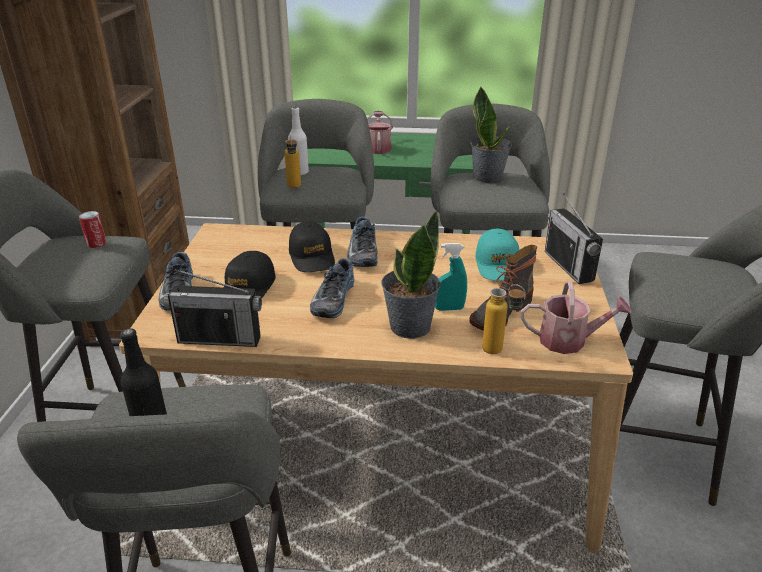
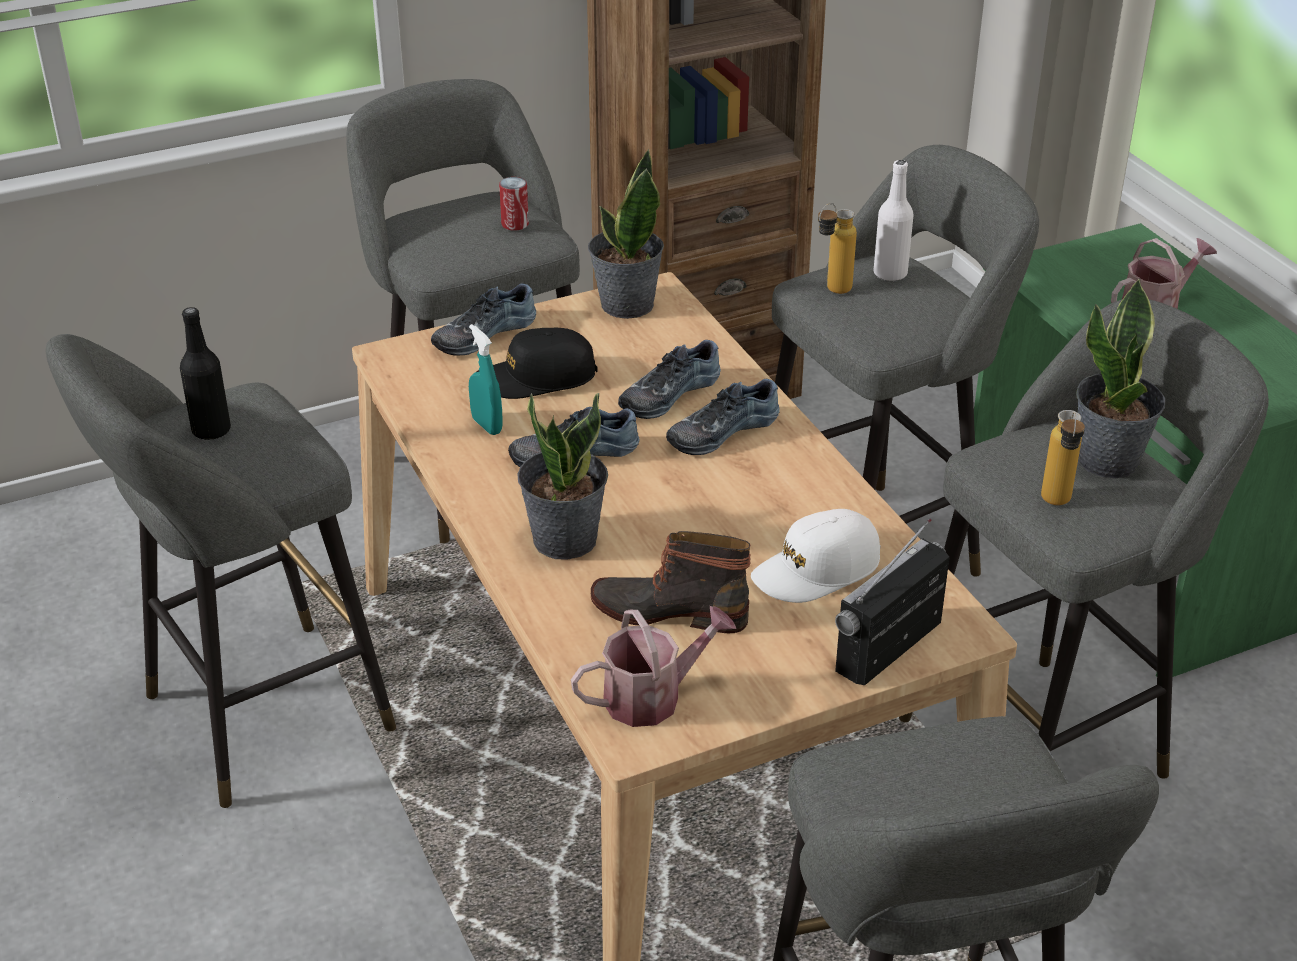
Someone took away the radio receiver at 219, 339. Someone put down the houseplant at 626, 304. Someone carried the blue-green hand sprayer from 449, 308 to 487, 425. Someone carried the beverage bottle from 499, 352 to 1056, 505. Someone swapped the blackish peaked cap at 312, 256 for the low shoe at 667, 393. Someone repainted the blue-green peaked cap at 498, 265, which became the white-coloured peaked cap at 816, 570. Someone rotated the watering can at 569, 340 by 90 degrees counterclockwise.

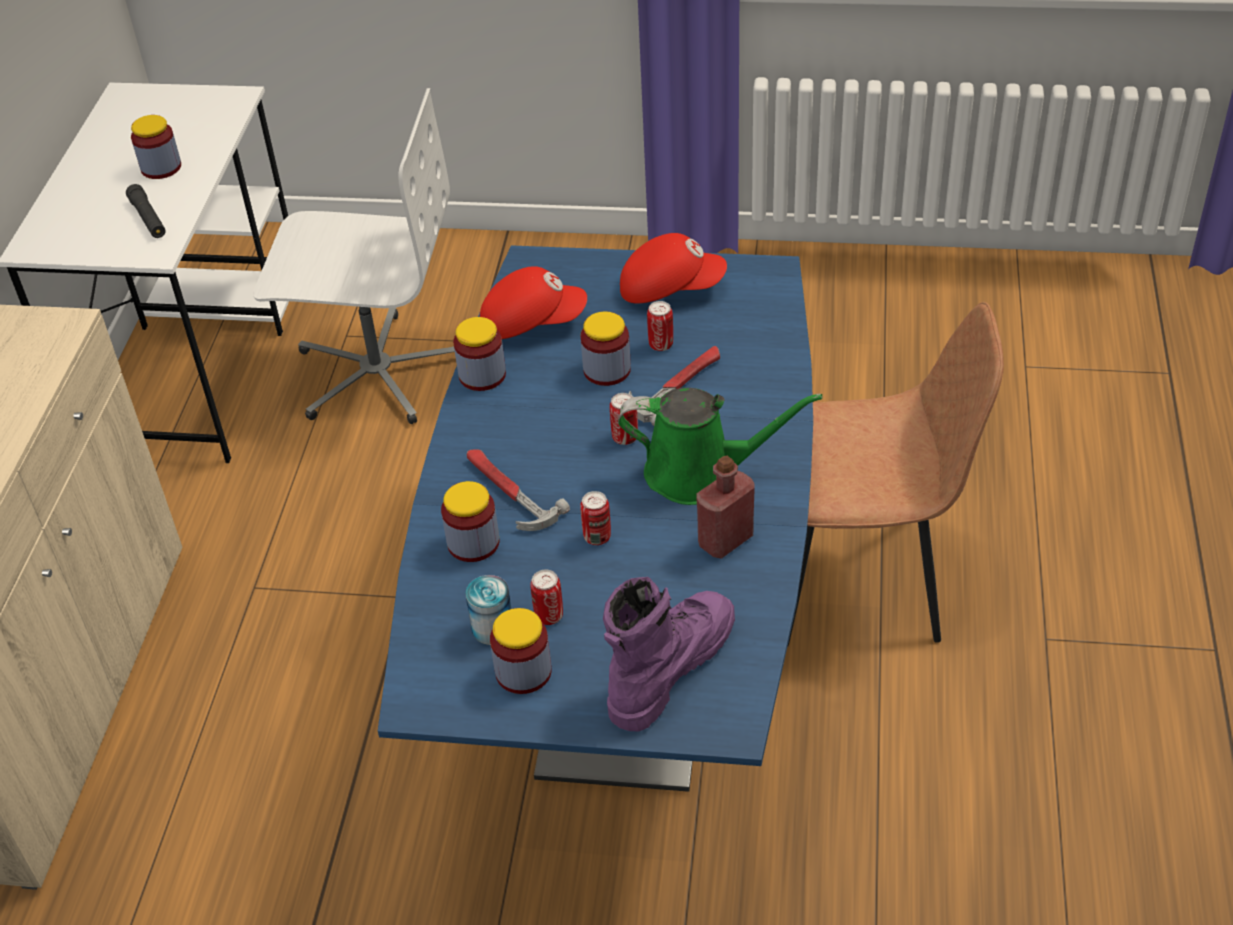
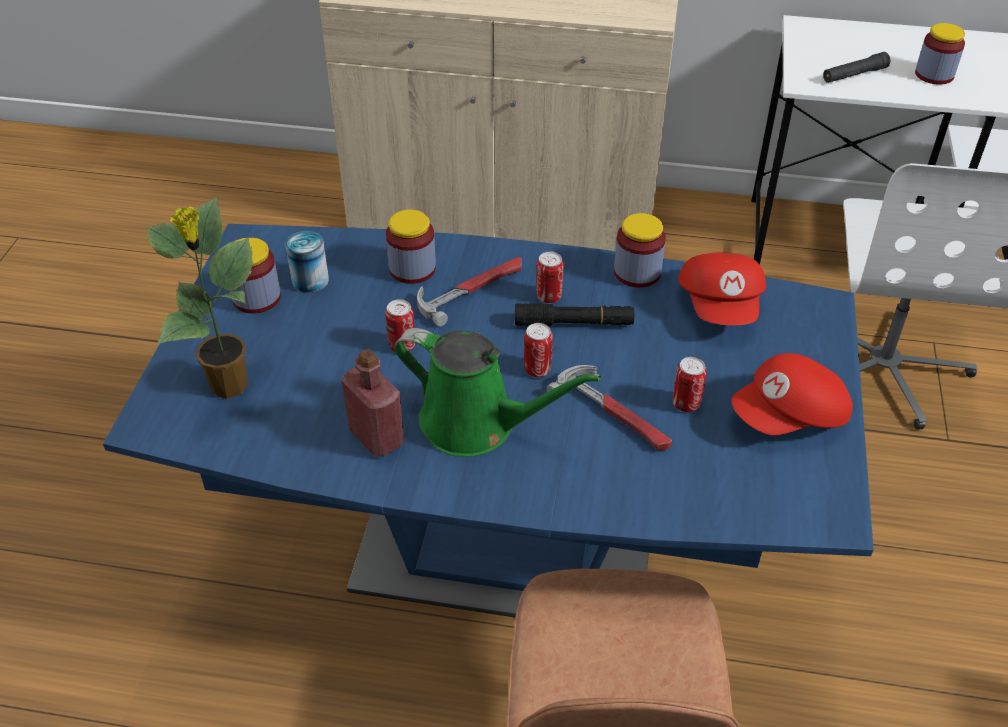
Someone took away the preserve jar at 607, 370. Someone put down the blackish flashlight at 574, 323. Someone carried the sealed can from 549, 616 to 548, 297. Someone swapped the purplish boot at 669, 666 for the houseplant at 229, 387. Someone rotated the greenish watering can at 700, 473 by 75 degrees counterclockwise. Someone rotated the reddish peaked cap at 670, 288 by 60 degrees clockwise.

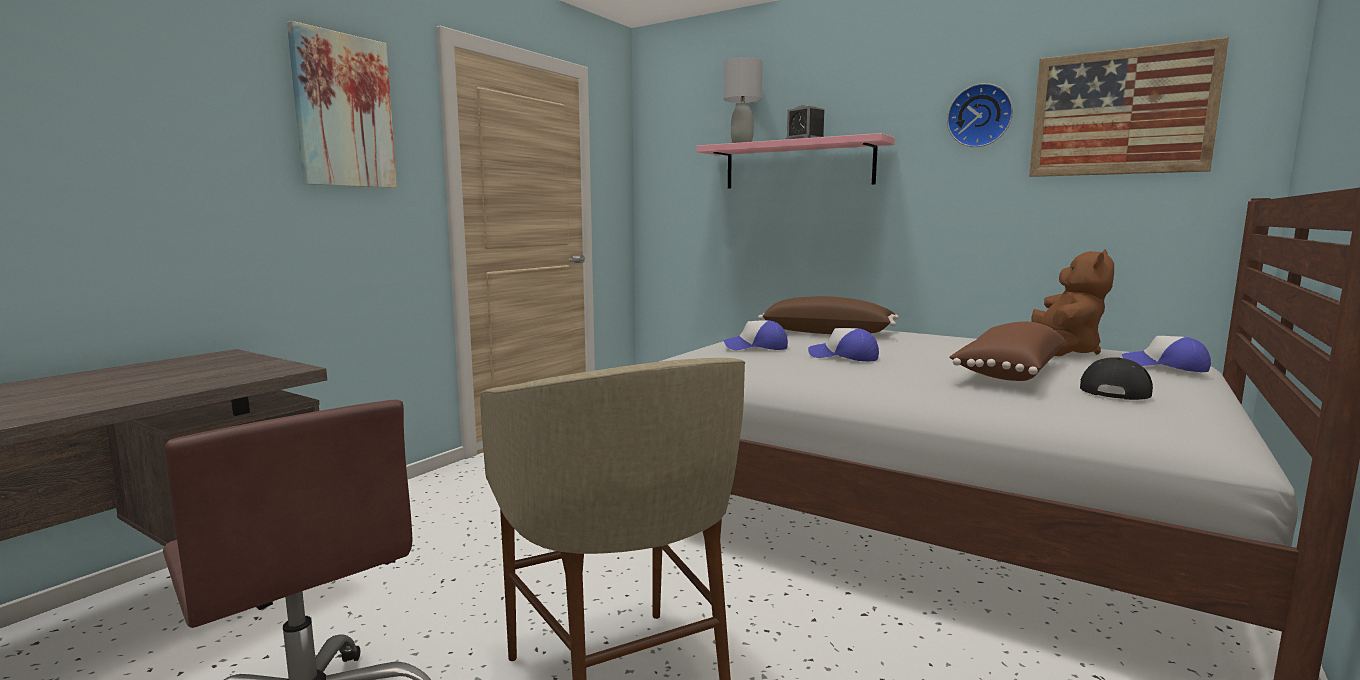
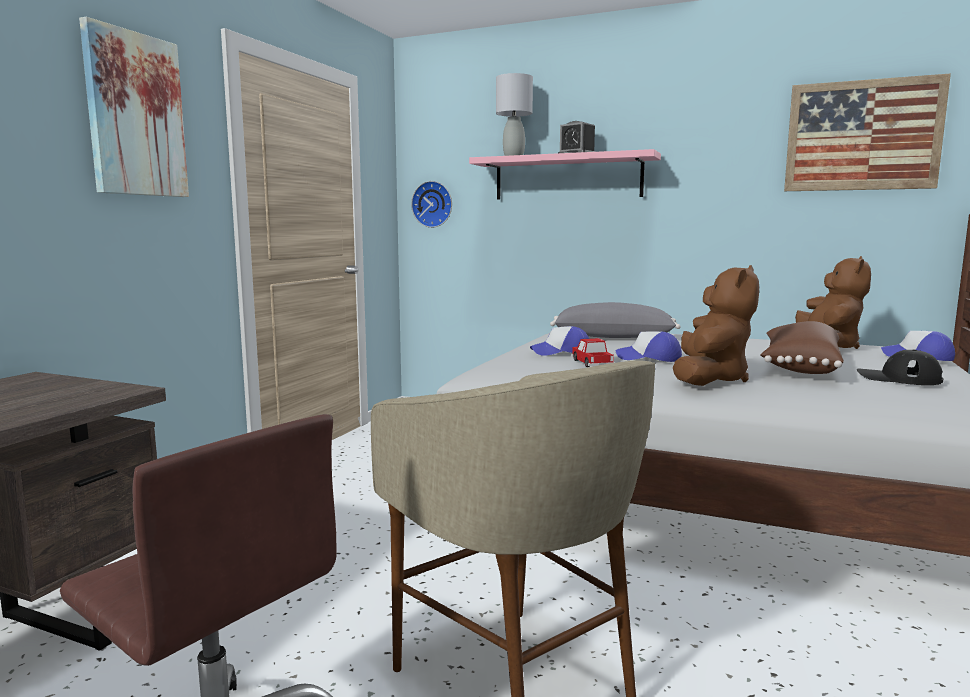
Someone put down the miniature car at 591, 363. Someone put down the brownish soft toy at 709, 379. Someone carried the wall clock from 980, 116 to 433, 204. Someone repainted the brownish throw pillow at 828, 333, which became the grey throw pillow at 613, 337. Someone rotated the blackish peaked cap at 1116, 389 by 90 degrees counterclockwise.

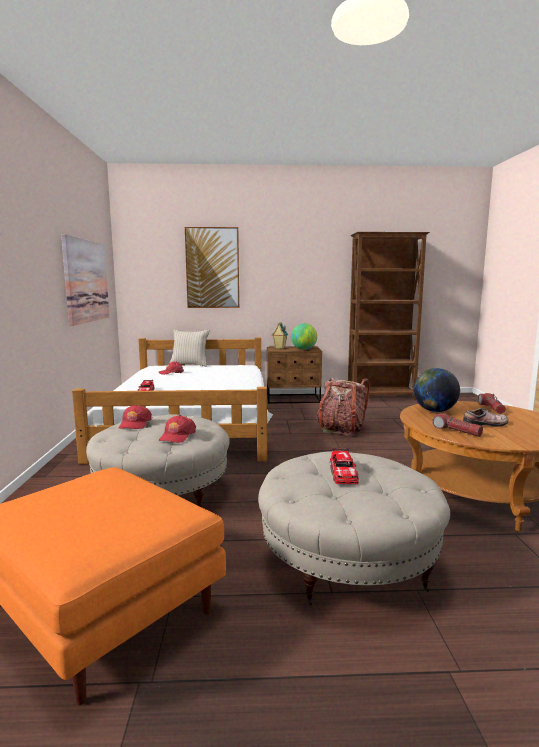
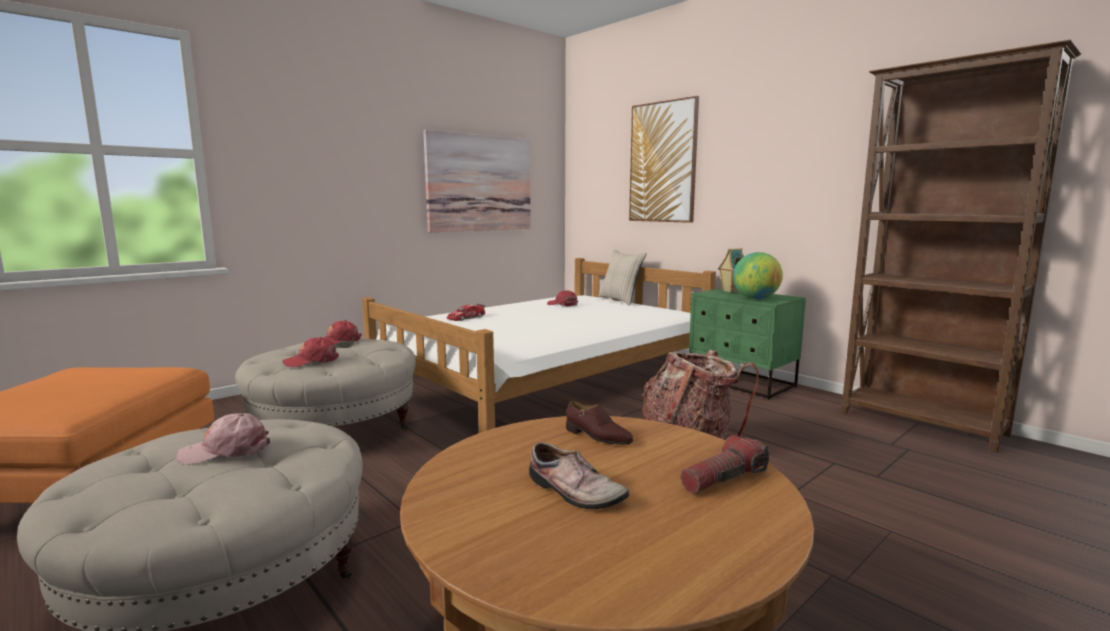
Someone took away the flashlight at 456, 431. Someone swapped the miniature car at 343, 473 for the pink peaked cap at 226, 451. Someone swapped the desk globe at 434, 411 for the brownish low shoe at 597, 436. Someone repainted the brownish bedside table at 293, 399, which became the greenish bedside table at 741, 383.

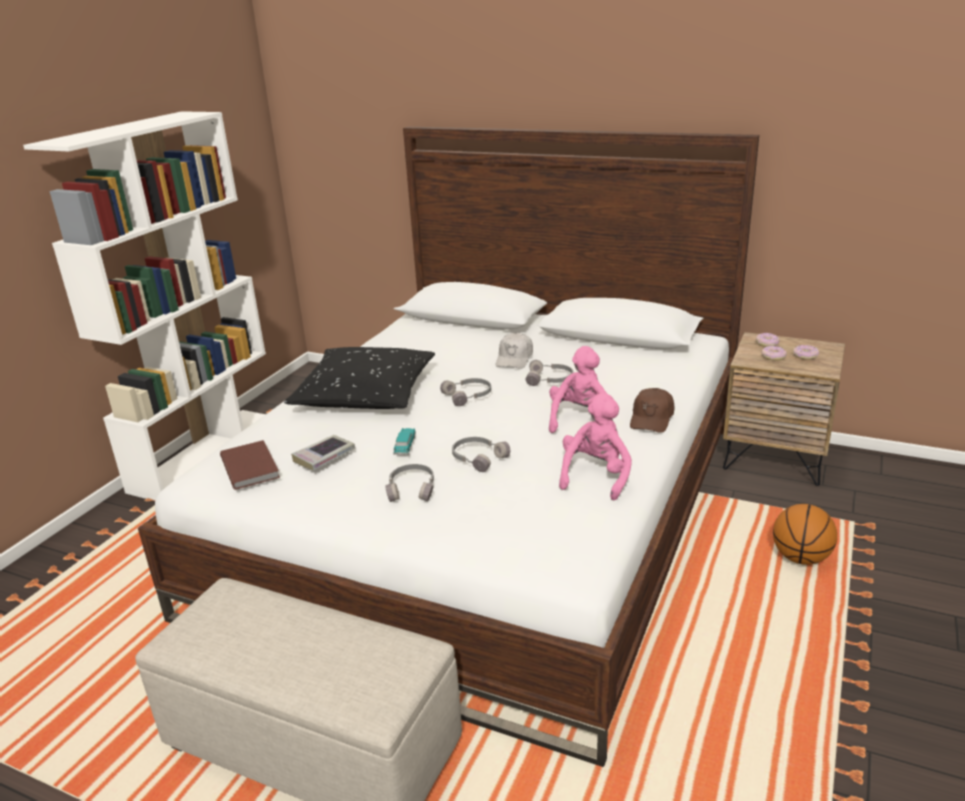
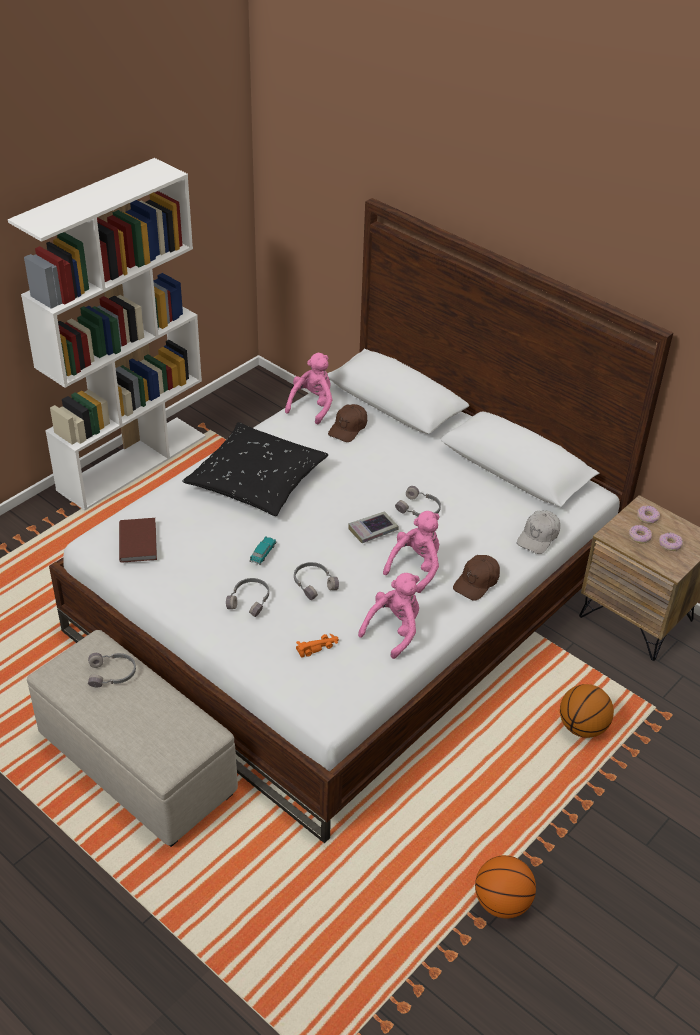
Someone put down the pink soft toy at 312, 405. Someone put down the orange-coloured miniature car at 318, 647. Someone put down the brownish peaked cap at 348, 428. Someone put down the basketball at 502, 902. Someone carried the volume from 324, 456 to 373, 530. Someone carried the grey headset from 468, 396 to 112, 674. Someone carried the white-coloured peaked cap from 514, 359 to 538, 537.

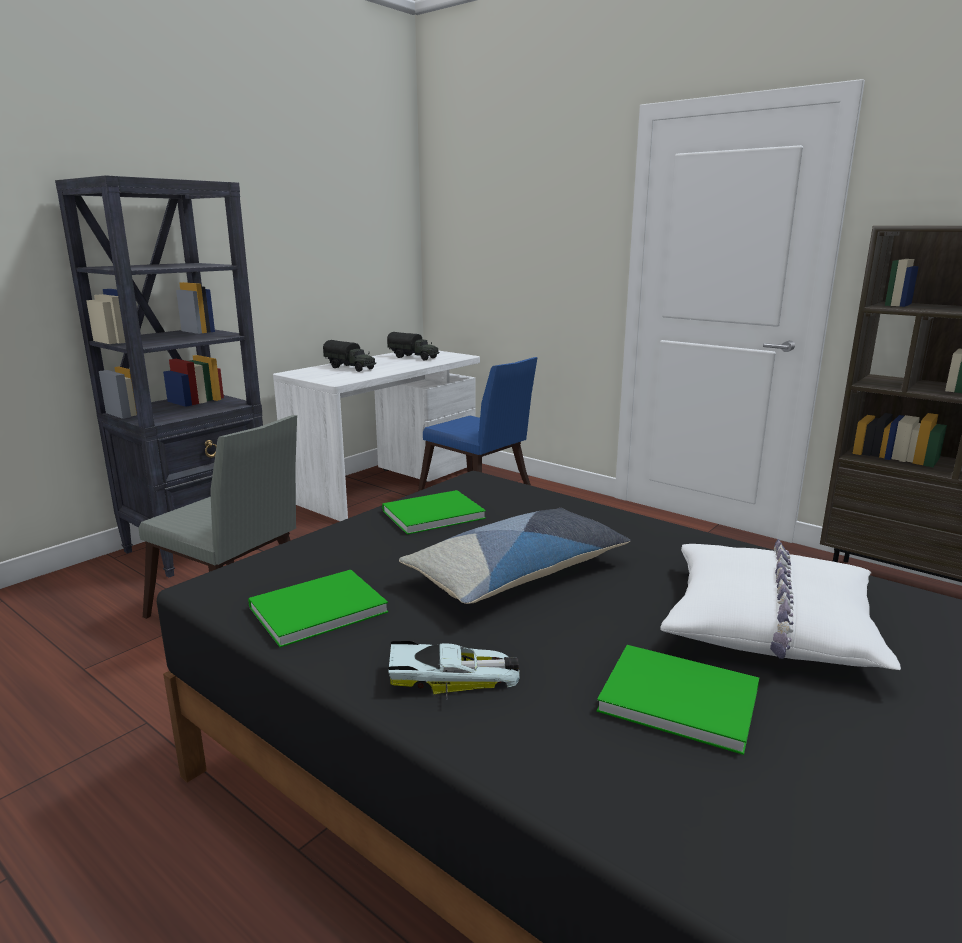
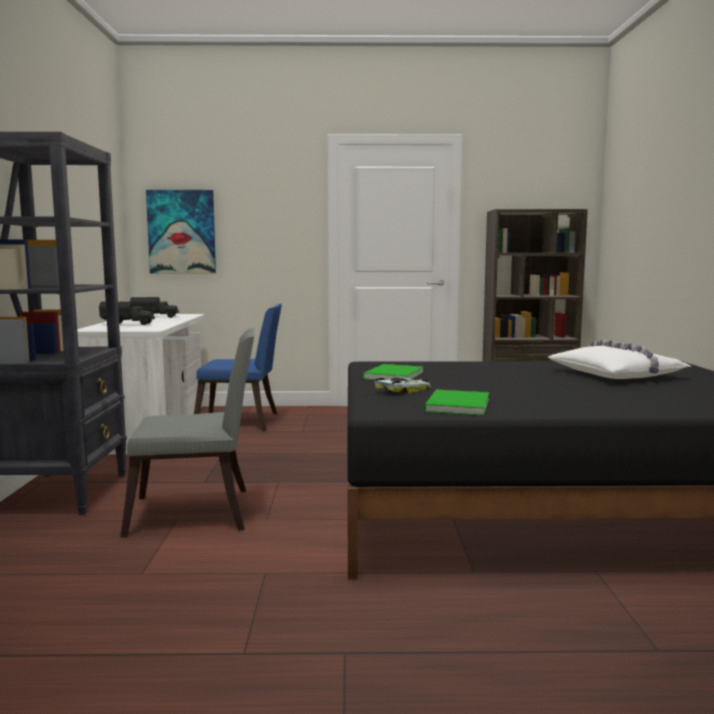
Someone took away the throw pillow at 519, 573. Someone took away the greenish volume at 675, 696. Someone put up the wall picture at 182, 232. Someone carried the miniature car from 454, 677 to 406, 390.

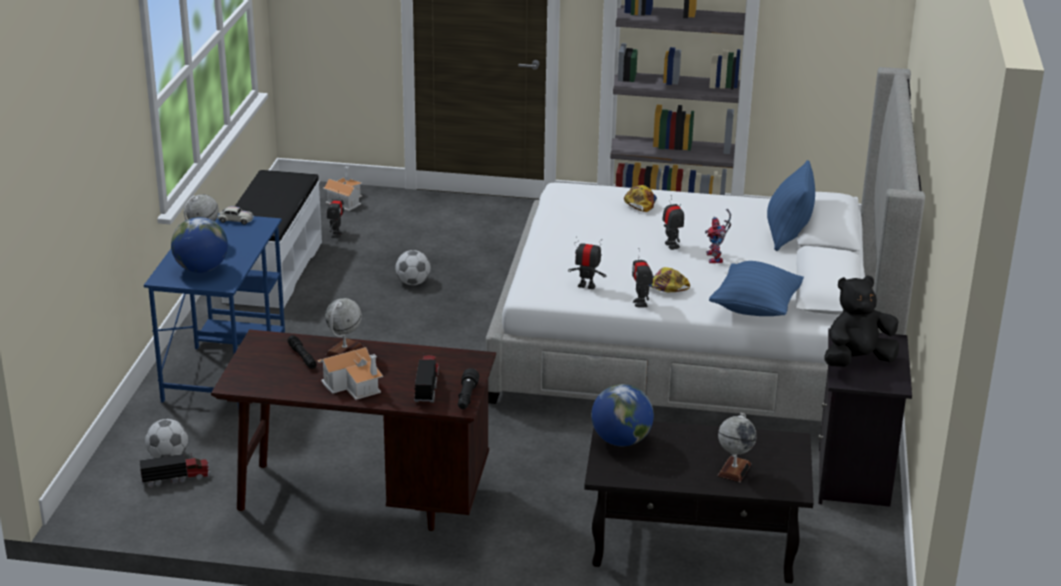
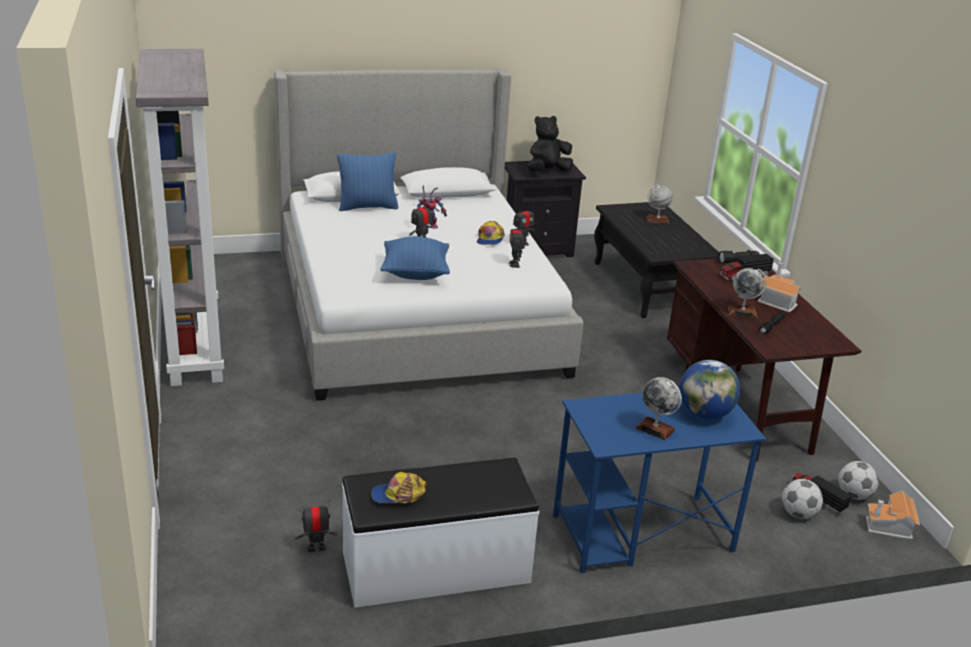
Someone took away the white-coloured miniature car at 235, 220. Someone took away the desk globe at 621, 441. Someone carried the model house from 345, 200 to 889, 526. Someone carried the football from 413, 283 to 853, 495. Someone carried the peaked cap from 640, 202 to 398, 495. Someone carried the blue throw pillow from 755, 308 to 415, 274. Someone rotated the blackish soft toy at 857, 361 by 105 degrees clockwise.

